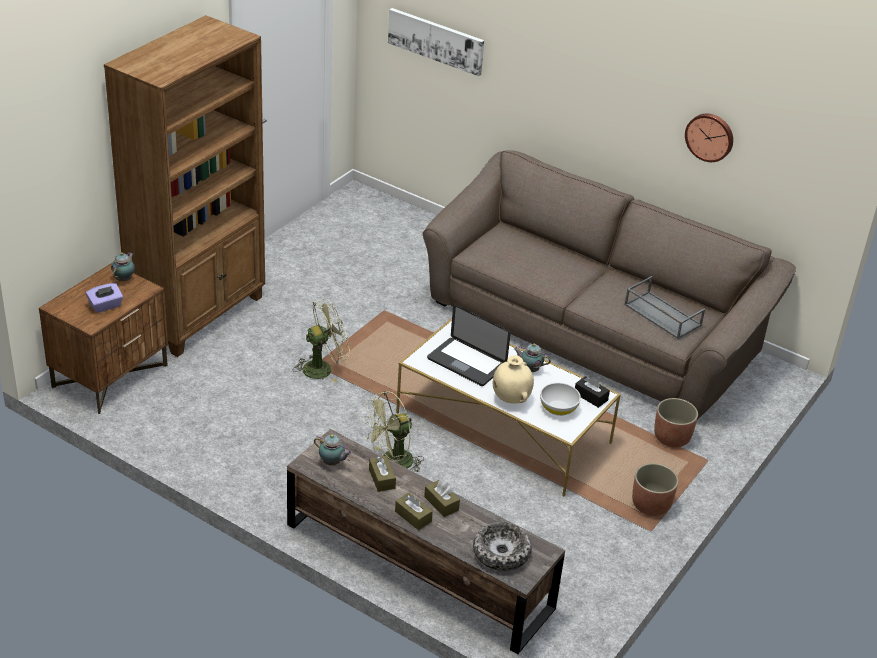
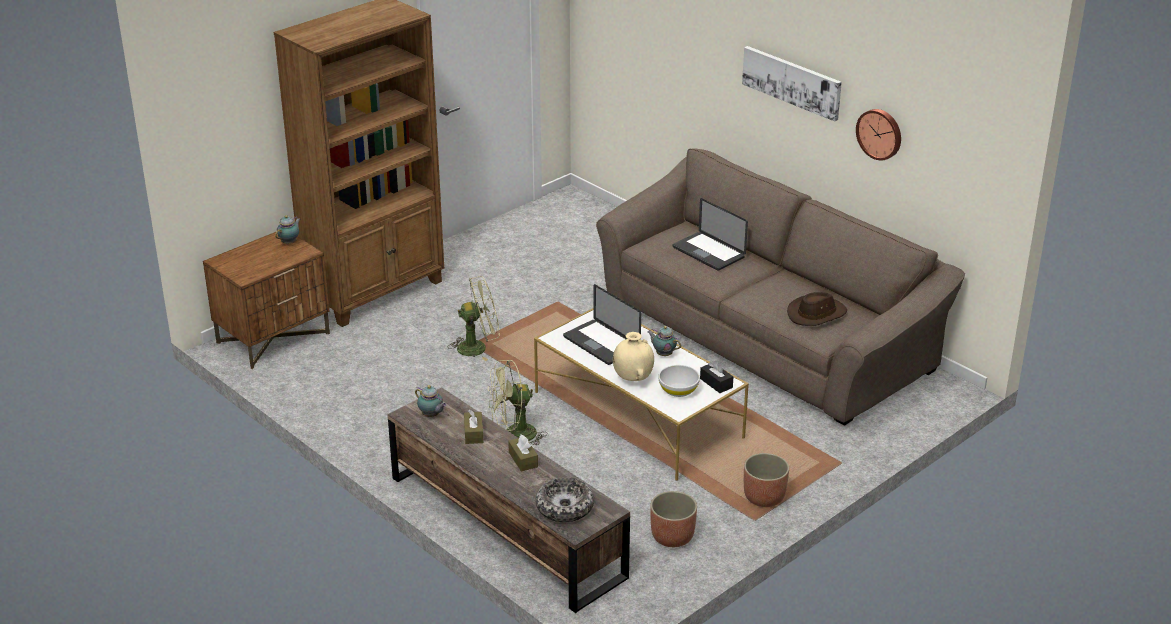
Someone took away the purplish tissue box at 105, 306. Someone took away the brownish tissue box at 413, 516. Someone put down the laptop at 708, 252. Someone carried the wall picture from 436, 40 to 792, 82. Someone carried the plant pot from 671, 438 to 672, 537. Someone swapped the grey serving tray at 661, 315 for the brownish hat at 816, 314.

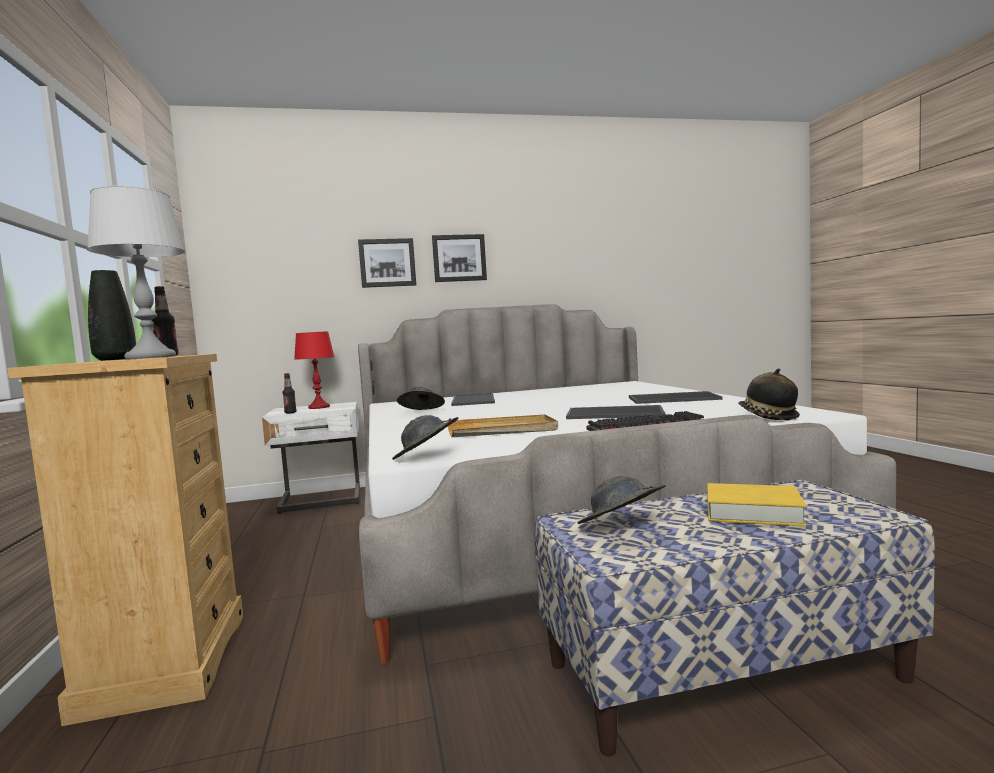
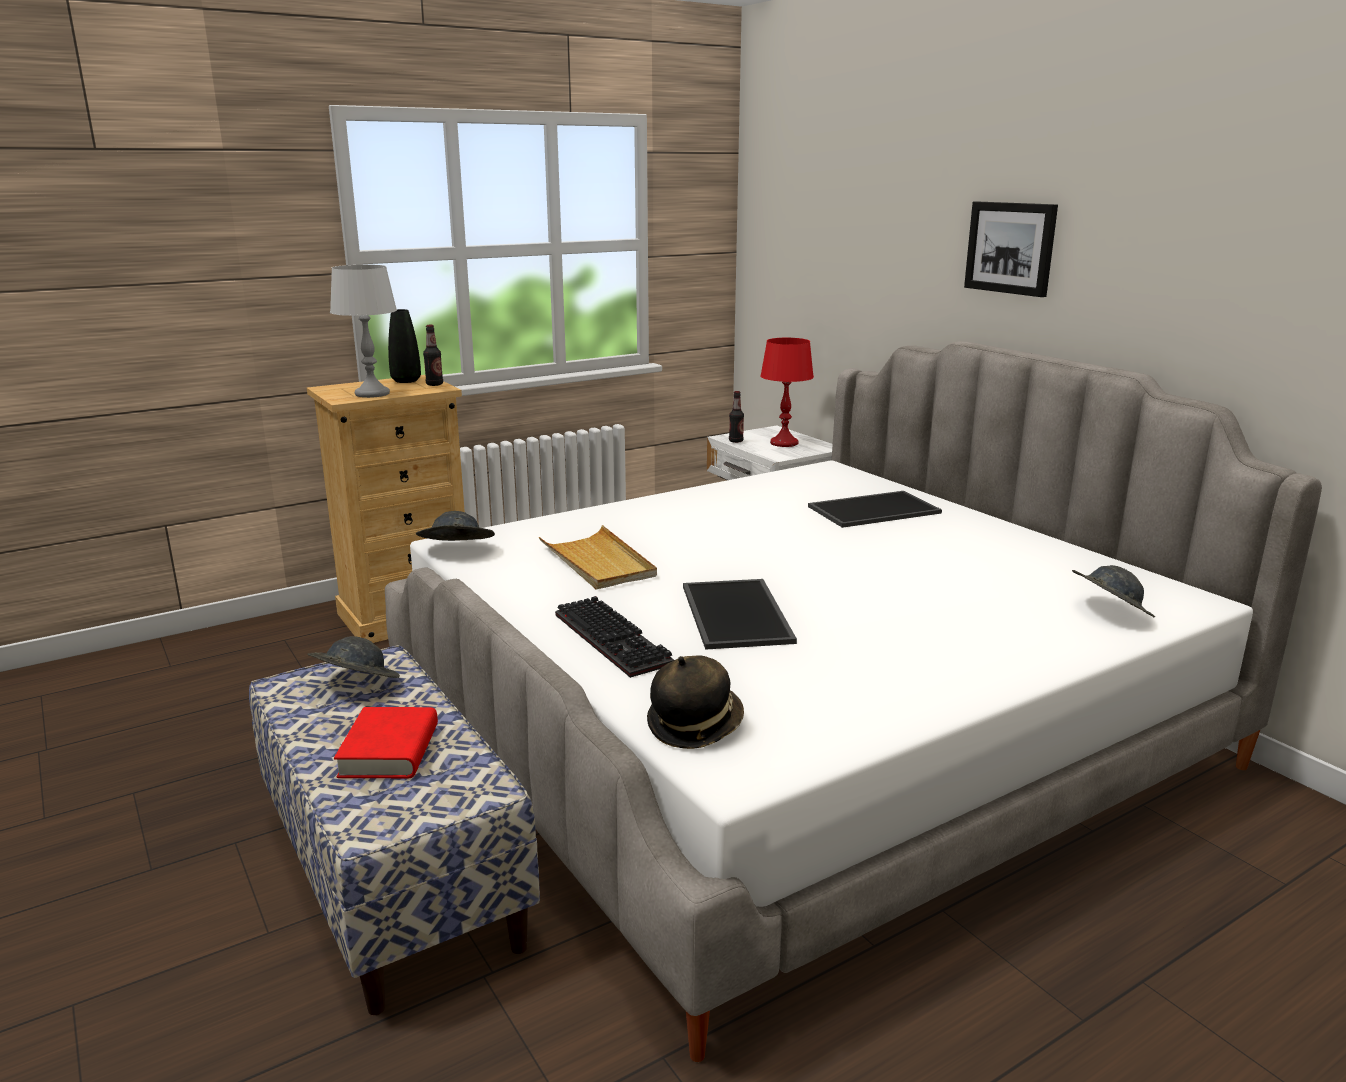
Someone took away the wall picture at 387, 263. Someone took away the serving tray at 673, 398. Someone carried the grey hat from 421, 412 to 1108, 612. Someone repainted the yellowish volume at 752, 512, which became the reddish volume at 389, 751.

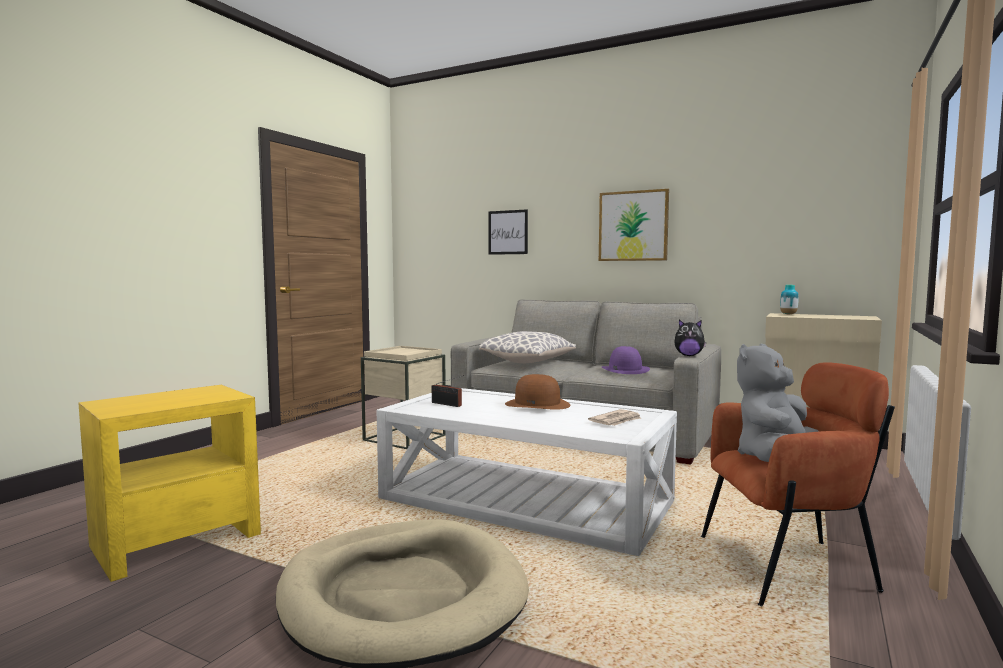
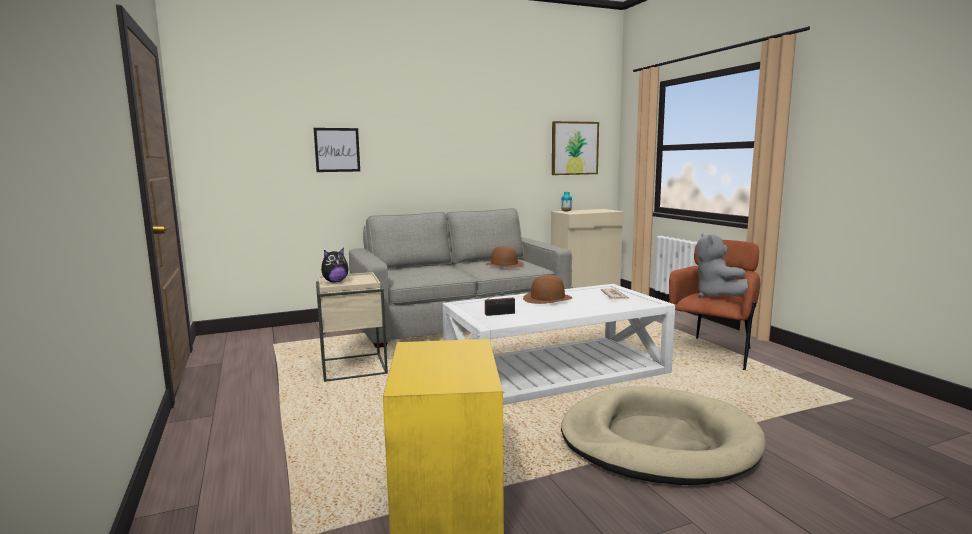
Someone took away the throw pillow at 528, 362. Someone carried the wall picture from 633, 226 to 574, 148. Someone carried the soft toy from 688, 355 to 335, 282. Someone repainted the purplish hat at 625, 370, which became the brownish hat at 504, 264.

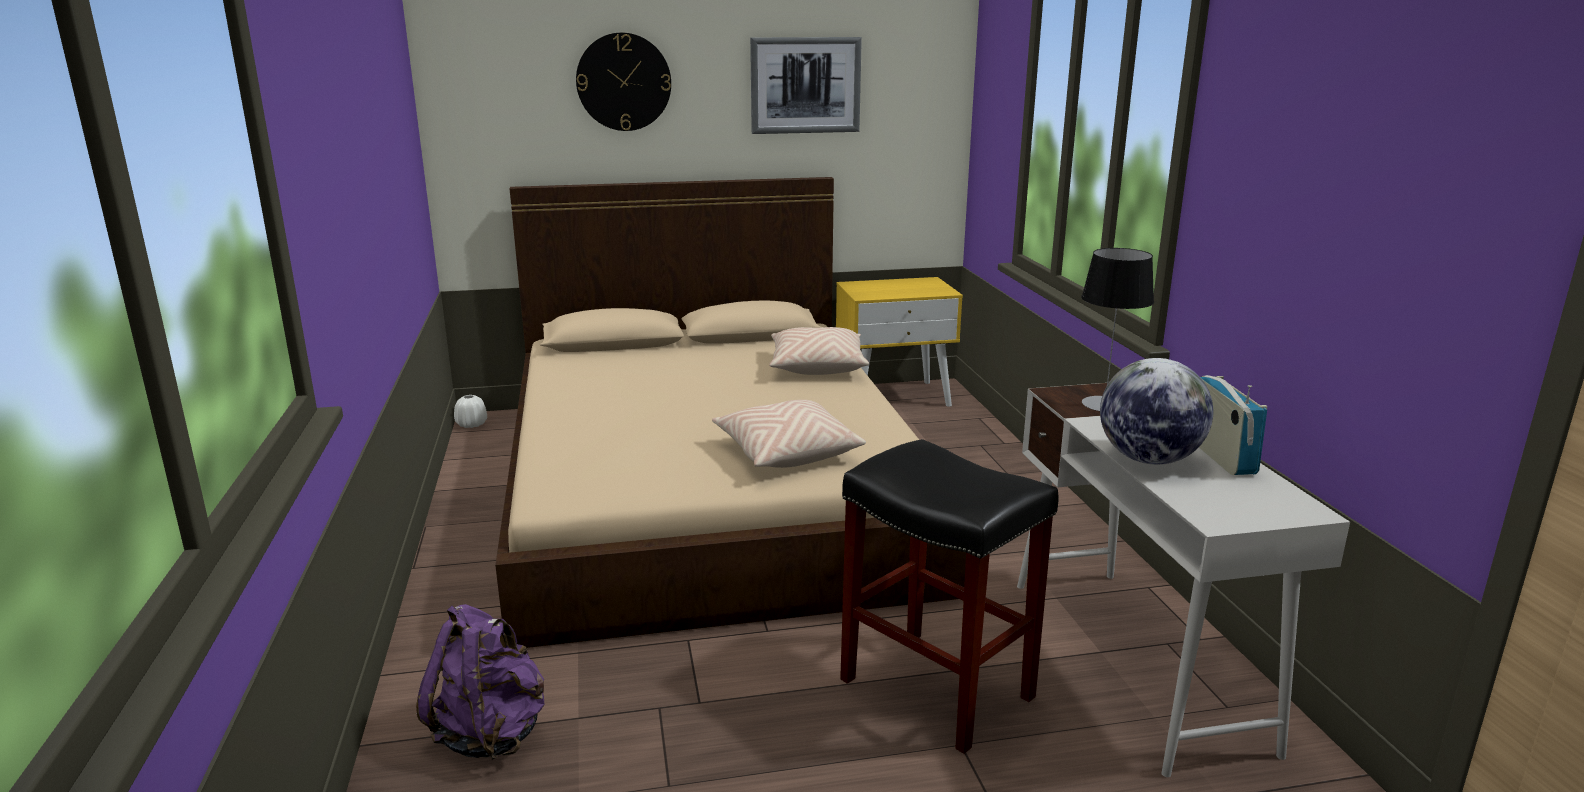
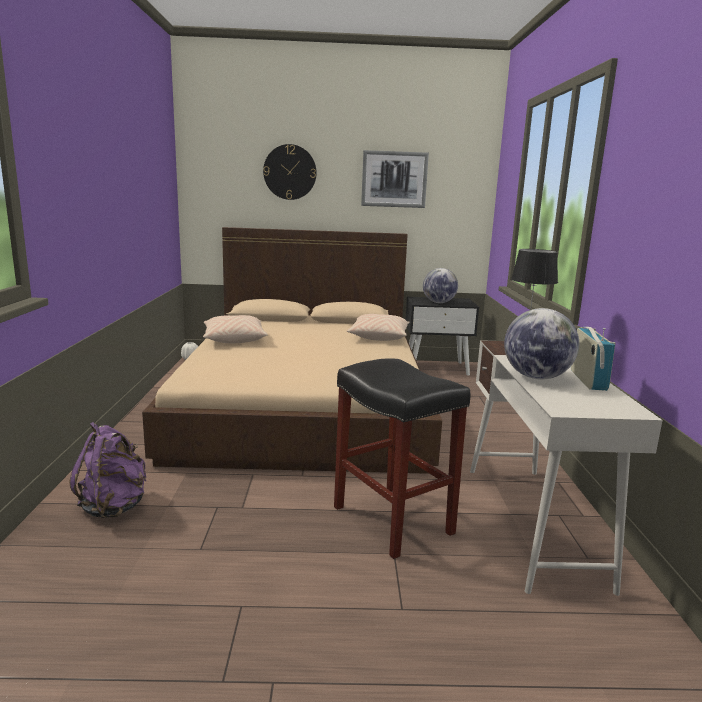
Someone put down the desk globe at 438, 302. Someone carried the beige-coloured throw pillow from 786, 452 to 234, 339. Someone repainted the yellowish bedside table at 894, 396, which became the blackish bedside table at 436, 367.

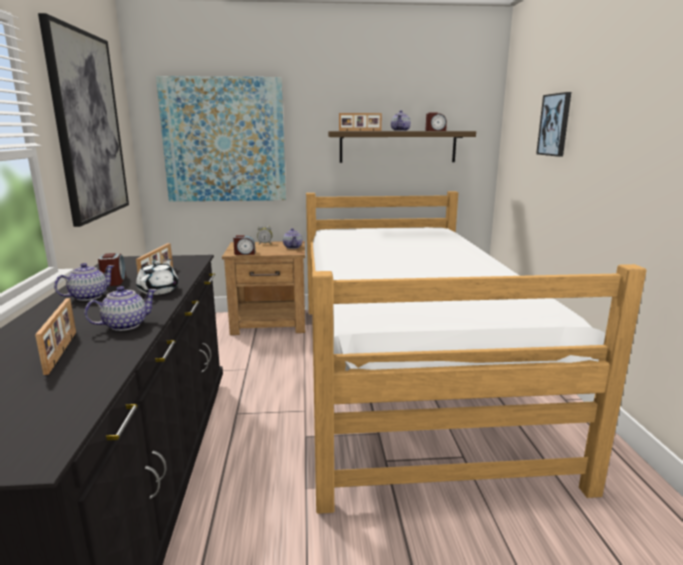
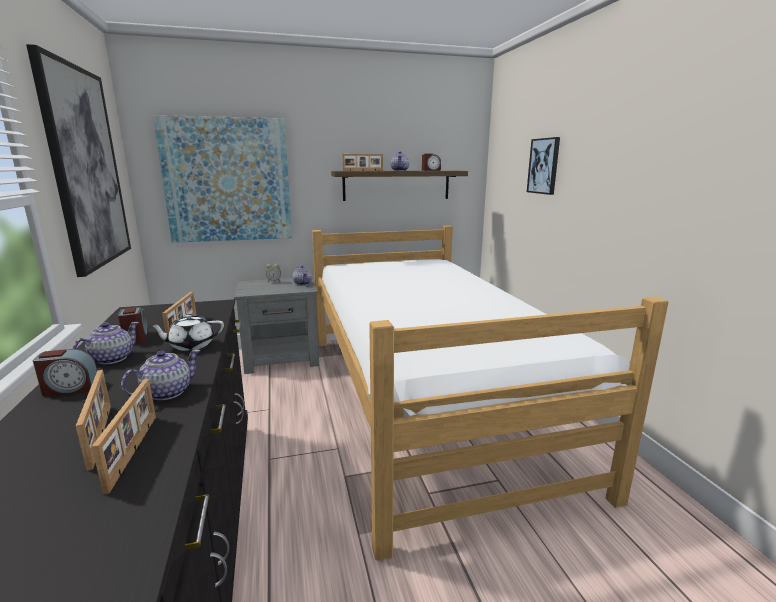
Someone put down the photo frame at 135, 450. Someone carried the table clock from 244, 253 to 70, 388. Someone repainted the brownish bedside table at 270, 323, which became the grey bedside table at 283, 358. Someone rotated the white-coloured pot for tea at 159, 290 by 105 degrees counterclockwise.

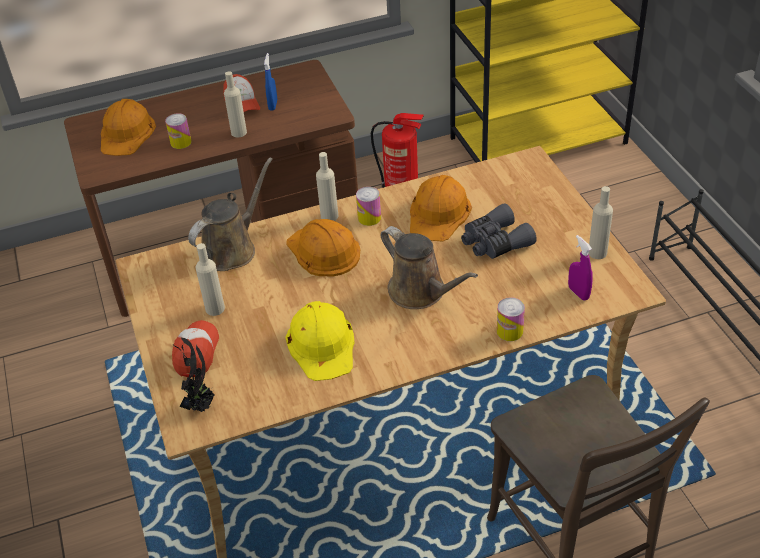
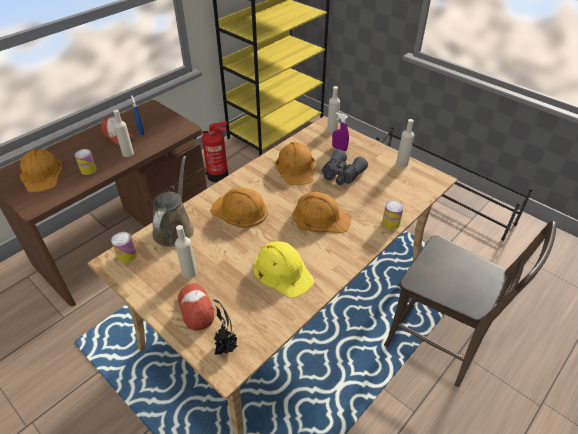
Someone carried the beige-coloured beverage bottle from 329, 216 to 332, 129. Someone carried the sealed can from 369, 218 to 127, 255. Someone carried the purplish hand sprayer from 578, 293 to 339, 148. Someone swapped the brownish watering can at 421, 292 for the orange-coloured work helmet at 321, 217.

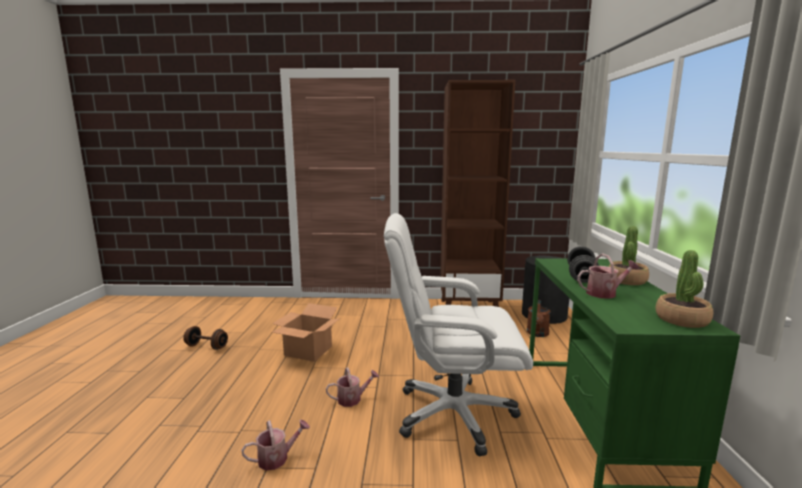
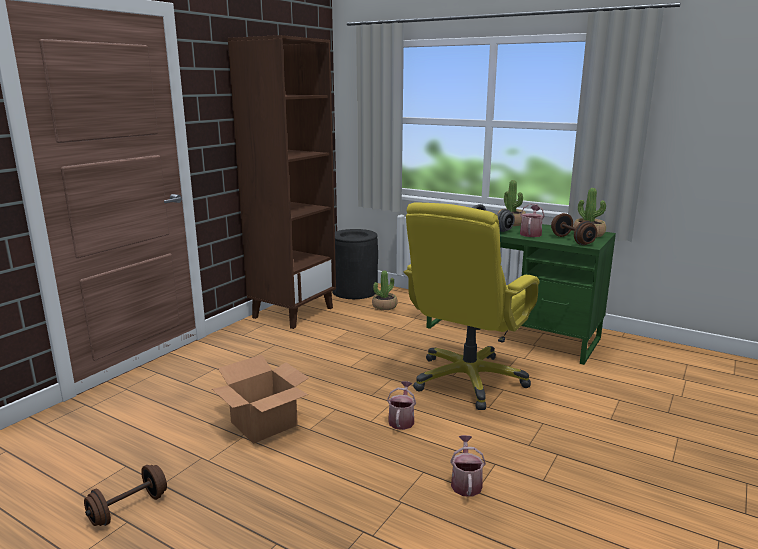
Someone put down the brownish free weight at 572, 240. Someone swapped the brownish watering can at 537, 334 for the houseplant at 384, 306. Someone repainted the white-coloured computer chair at 452, 414, which became the yellowish computer chair at 468, 380.

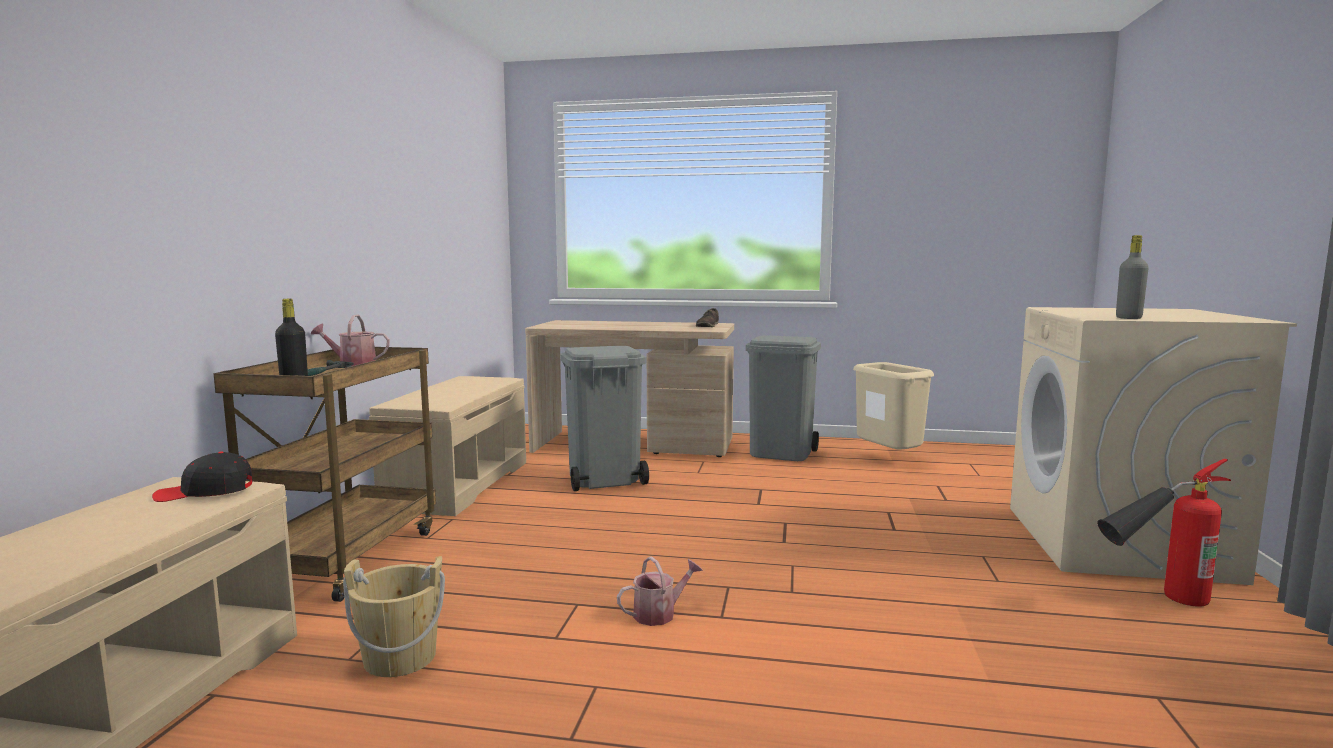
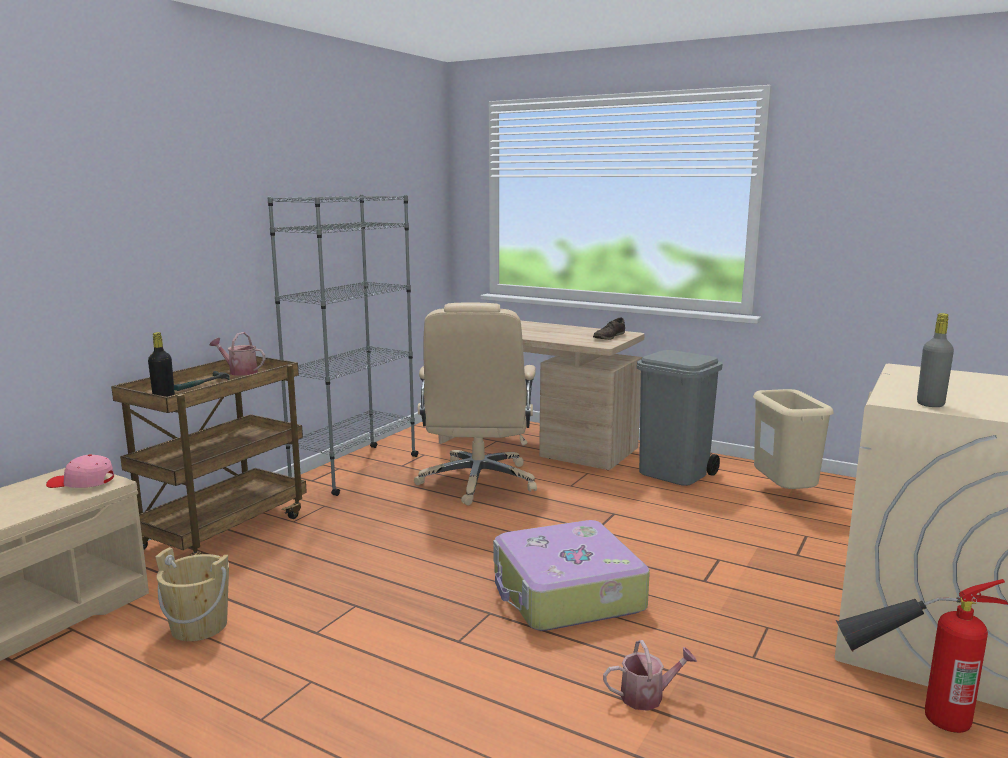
Someone put down the piece of luggage at 566, 593. Someone carried the watering can from 659, 613 to 647, 696. Someone swapped the beige-coloured indoor bench at 458, 483 for the grey shelving unit at 355, 469. Someone swapped the grey waste bin at 603, 480 for the beige-coloured computer chair at 478, 482. Someone repainted the blackish peaked cap at 205, 492, which became the pink peaked cap at 81, 482.

